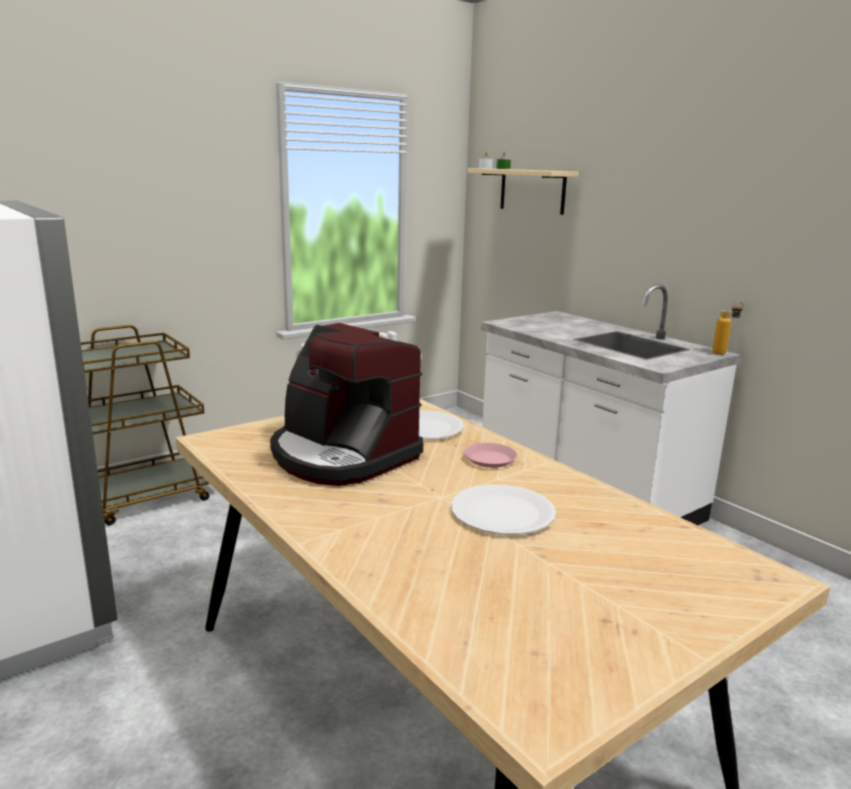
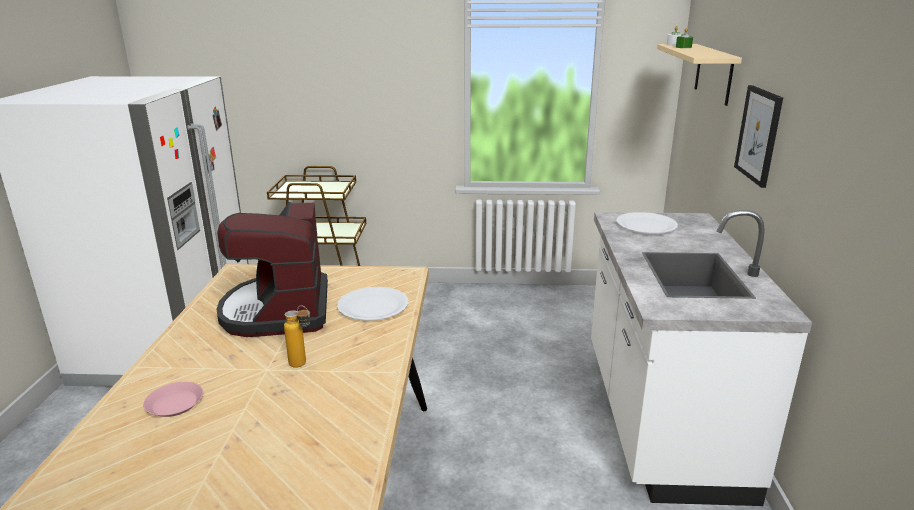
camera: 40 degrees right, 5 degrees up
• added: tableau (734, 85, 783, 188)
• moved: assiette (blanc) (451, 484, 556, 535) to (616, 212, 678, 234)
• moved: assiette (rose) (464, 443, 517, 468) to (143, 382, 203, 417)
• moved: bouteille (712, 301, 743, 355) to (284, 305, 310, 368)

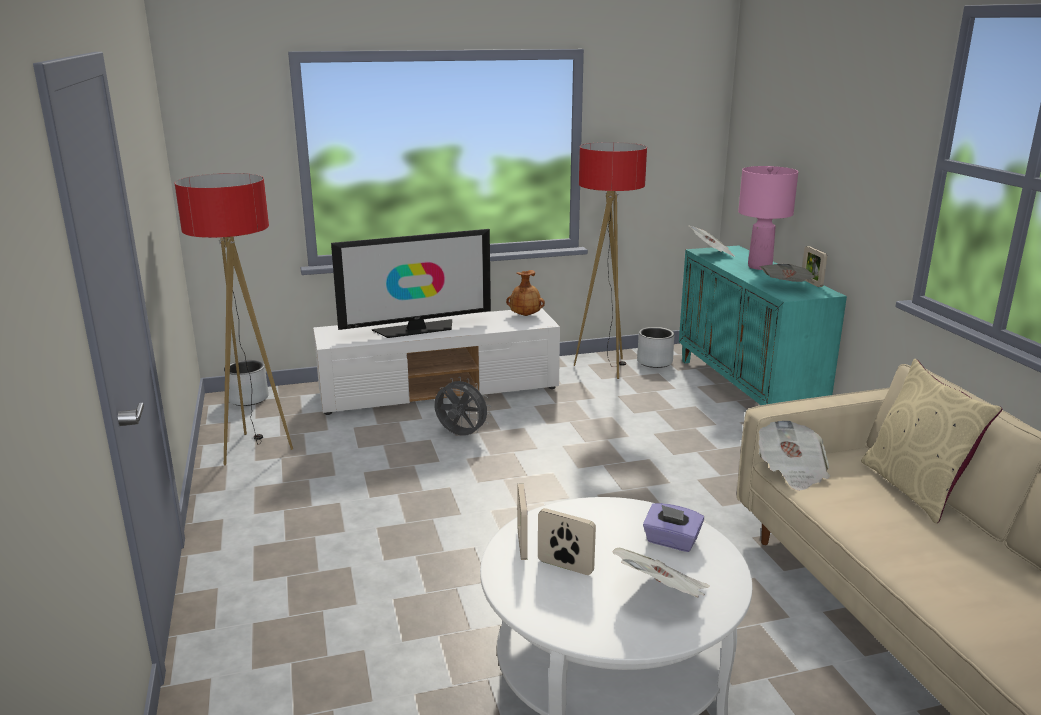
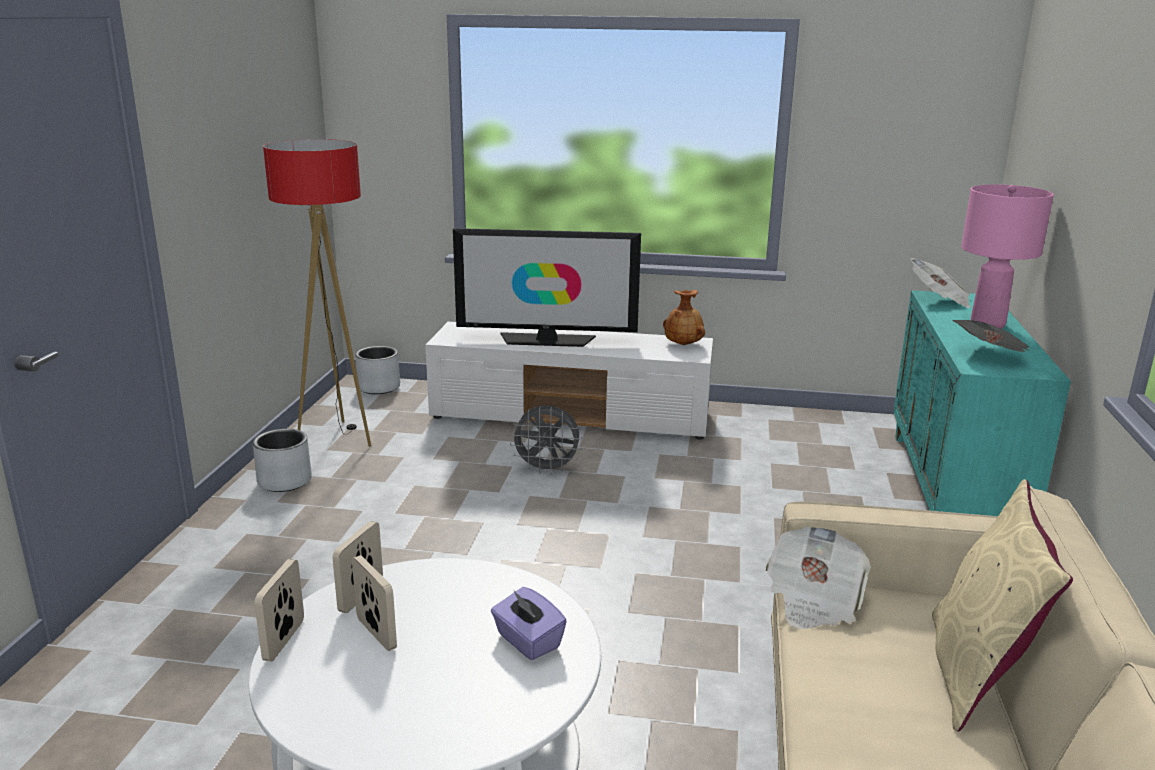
camera: 25 degrees right, 0 degrees up
• removed: lampadaire (574, 142, 647, 379)
• removed: journal (612, 548, 710, 598)
• moved: cache-pot (gris) (637, 327, 675, 368) to (253, 429, 312, 492)
• moved: cadre photo (802, 246, 827, 287) to (254, 559, 304, 662)
• turned: ventilateur (gris) (434, 377, 491, 436) = (510, 405, 582, 474) 135 degrees clockwise

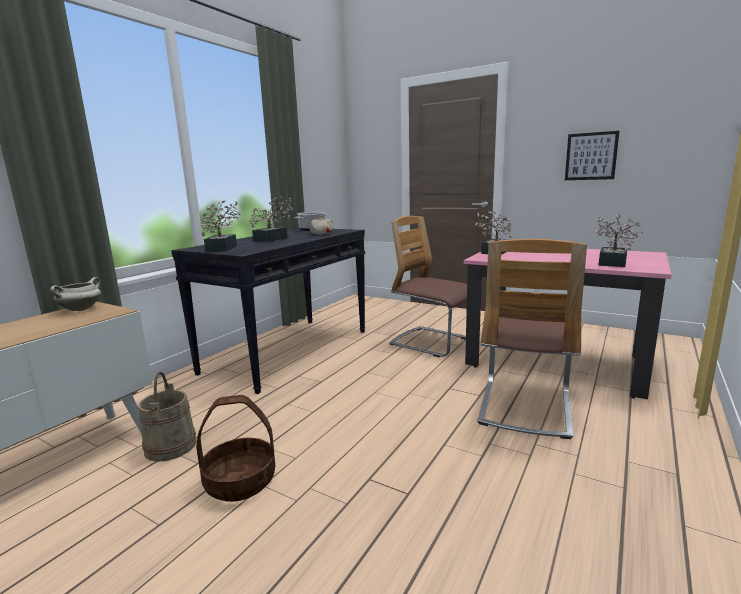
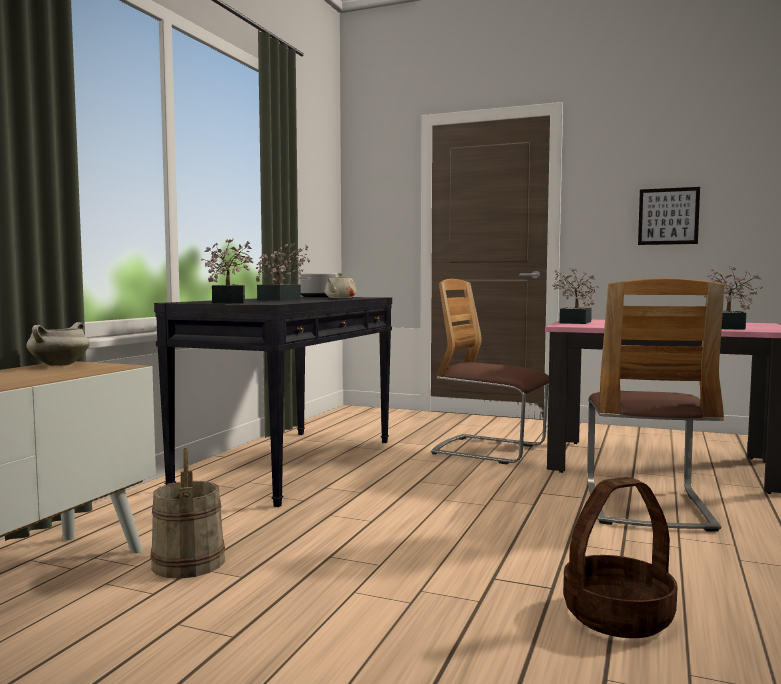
camera: 10 degrees left, 10 degrees down
• moved: panier (196, 395, 275, 502) to (563, 477, 678, 638)

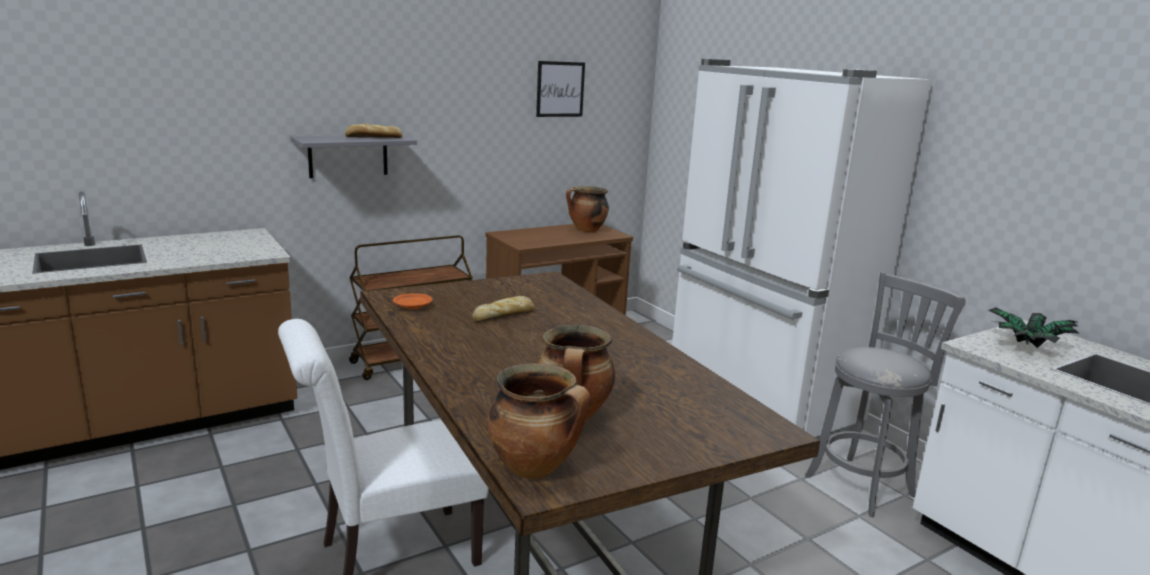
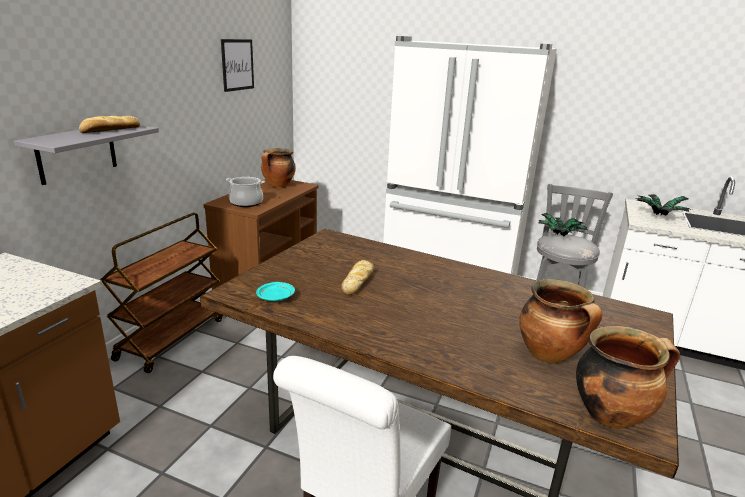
camera: 35 degrees left, 5 degrees up
• added: marmite (226, 177, 265, 207)
• added: plante en pot (539, 213, 588, 237)
• recoloured: assiette (orange) (393, 294, 433, 309) to assiette (turquoise) (256, 282, 295, 301)

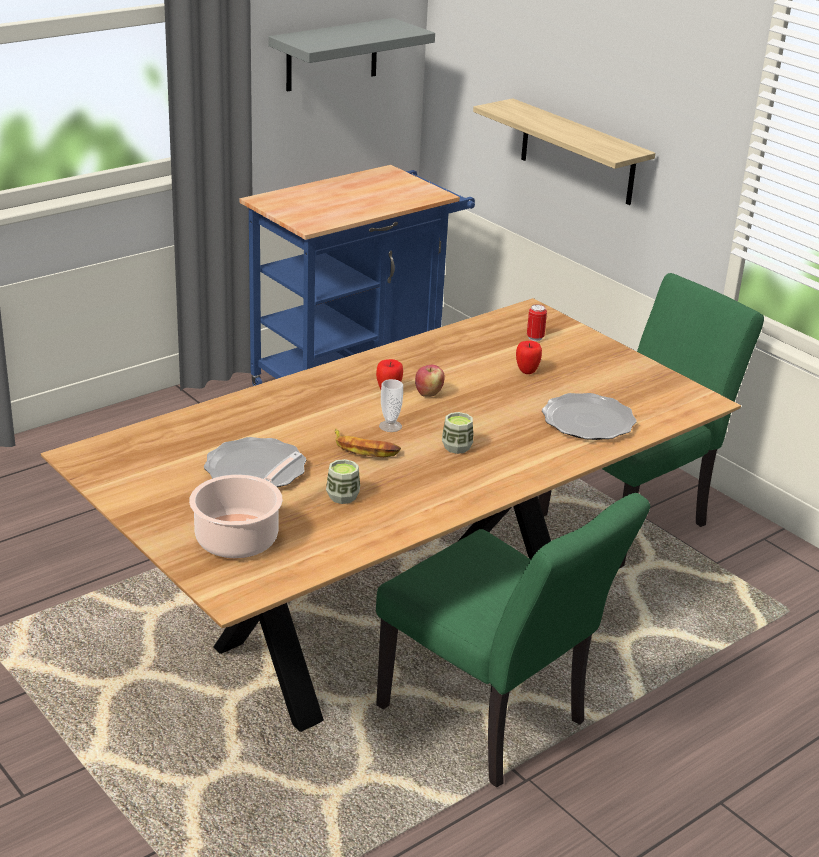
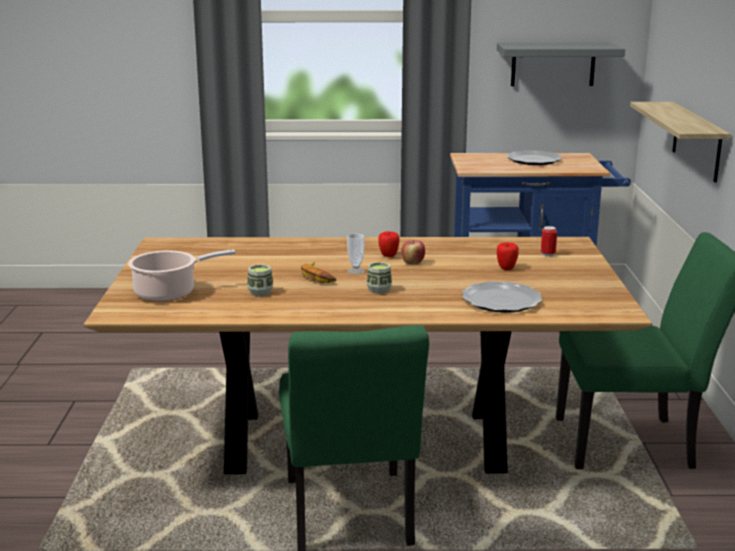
camera: 40 degrees right, 10 degrees down
• moved: assiette (204, 437, 306, 487) to (507, 150, 561, 165)

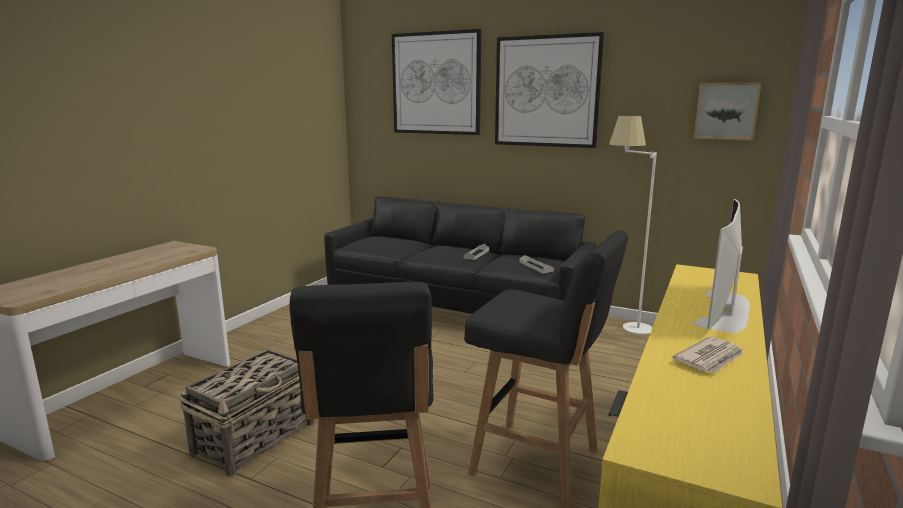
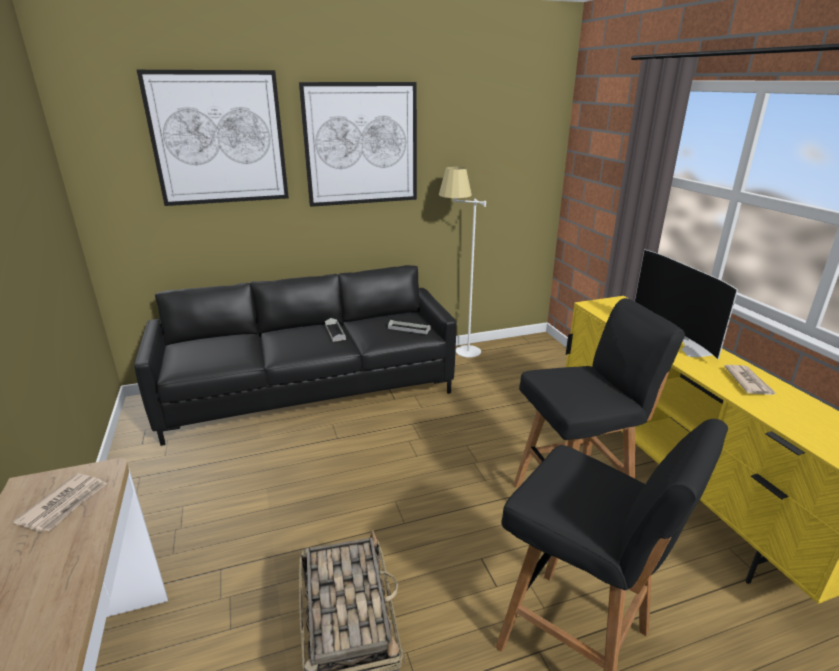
camera: 45 degrees left, 10 degrees up
• removed: tableau (693, 82, 762, 140)
• added: journal (13, 473, 107, 532)

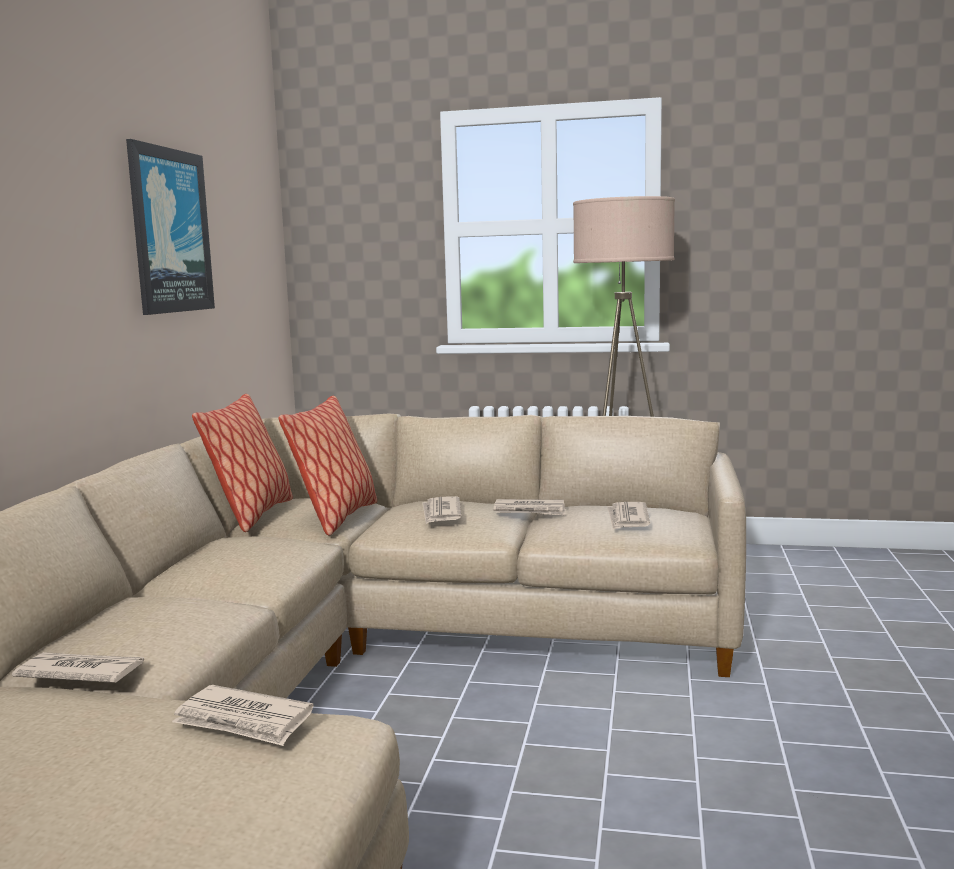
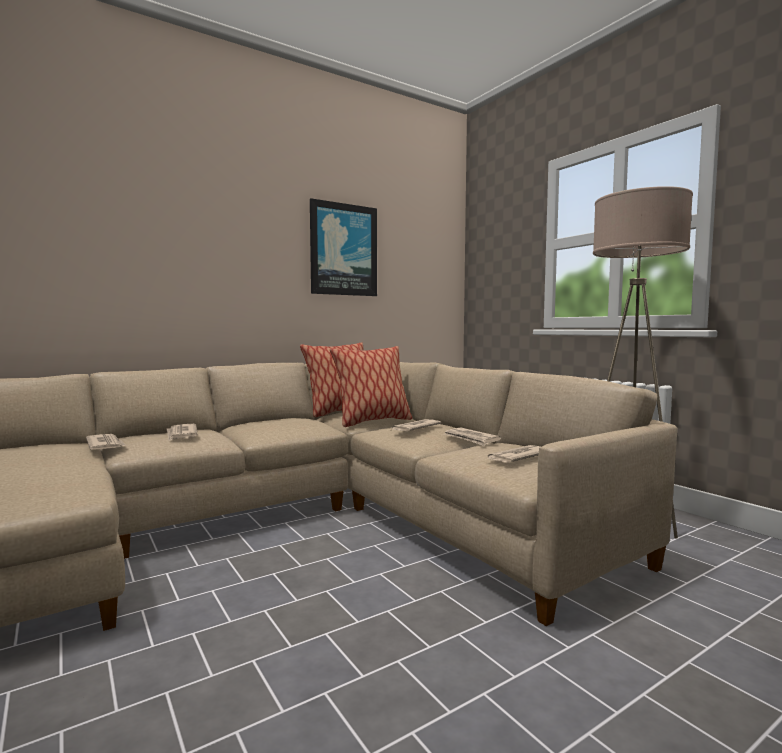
camera: 45 degrees right, 5 degrees down
• moved: journal (172, 685, 314, 746) to (167, 424, 198, 441)

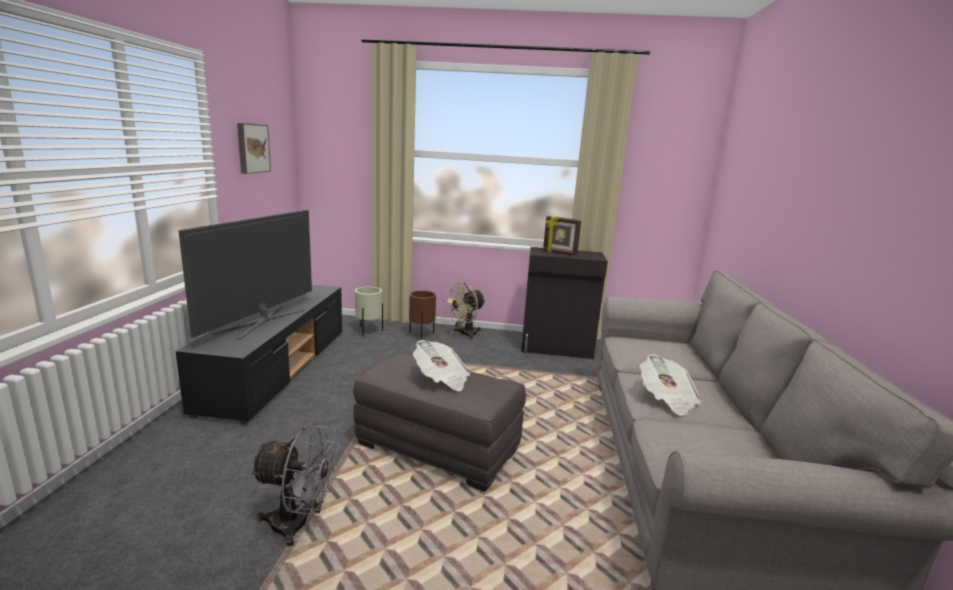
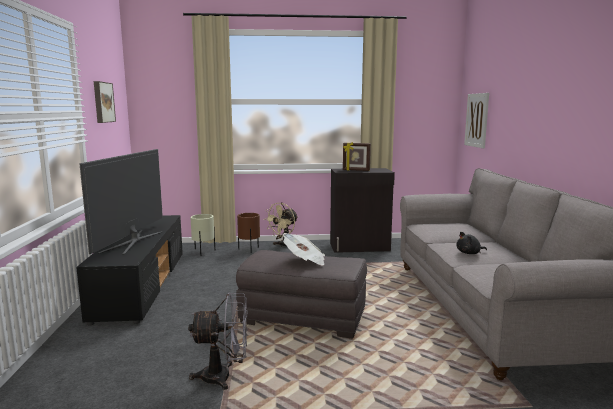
camera: 10 degrees left, 5 degrees down
• added: tableau (464, 93, 489, 148)
• replaced: journal (640, 354, 701, 416) to peluche (noir) (456, 232, 487, 254)

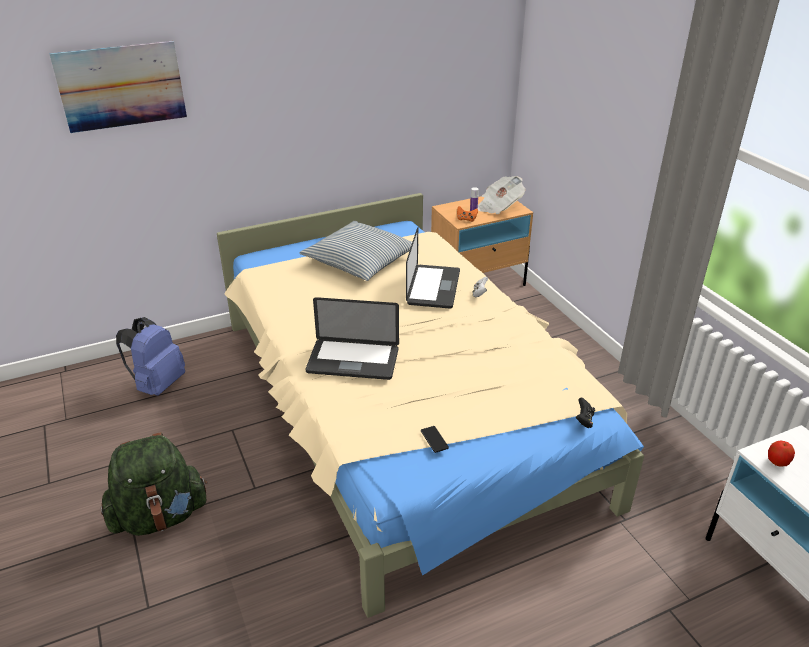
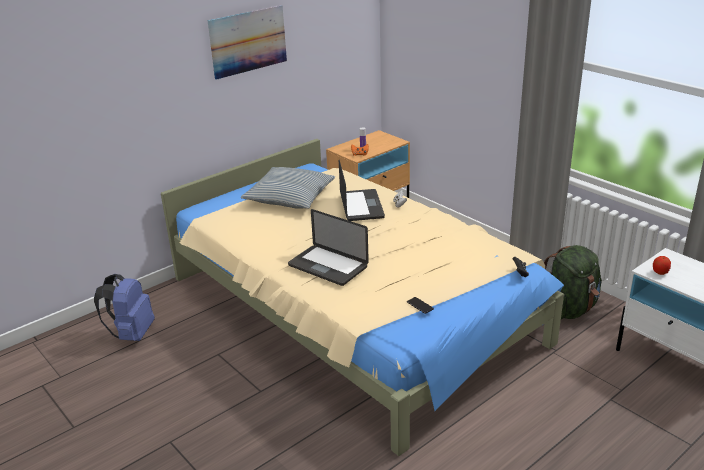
camera: 15 degrees left, 5 degrees down
• removed: journal (478, 176, 526, 214)
• moved: tableau (49, 41, 187, 133) to (207, 5, 287, 80)
• moved: sac à dos (vert) (101, 432, 207, 536) to (544, 245, 602, 319)
• turned: ordinateur portable (306, 297, 399, 380) = (288, 209, 369, 286) 45 degrees clockwise

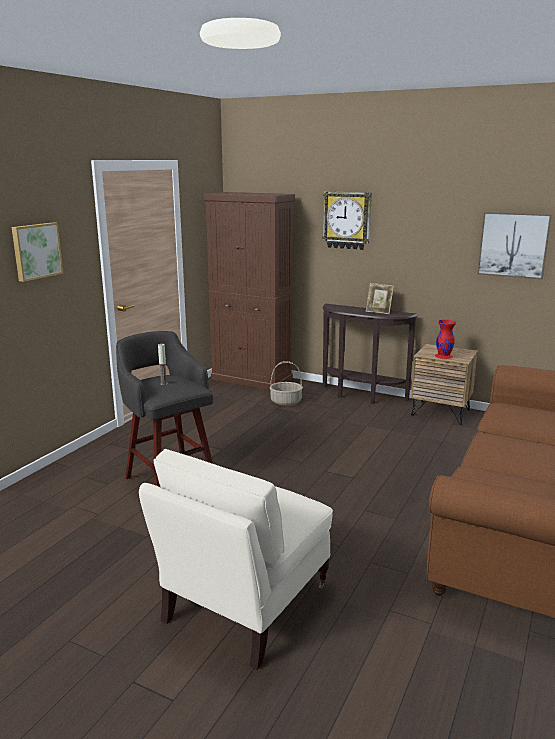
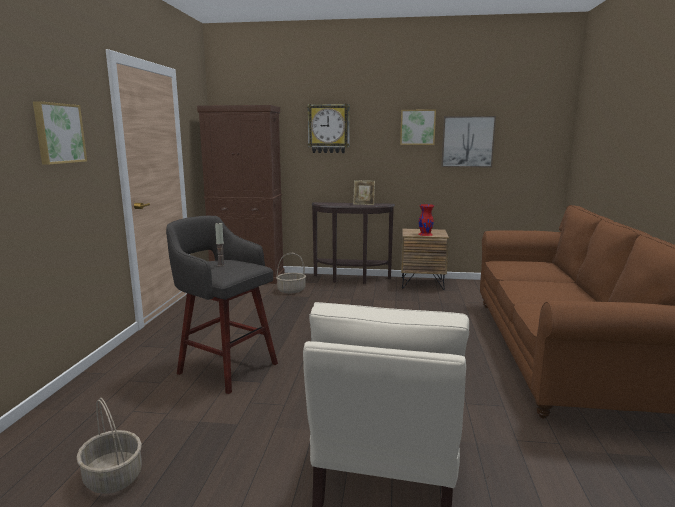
camera: 20 degrees left, 5 degrees down
• added: panier (76, 398, 142, 494)
• added: tableau (400, 109, 436, 145)

